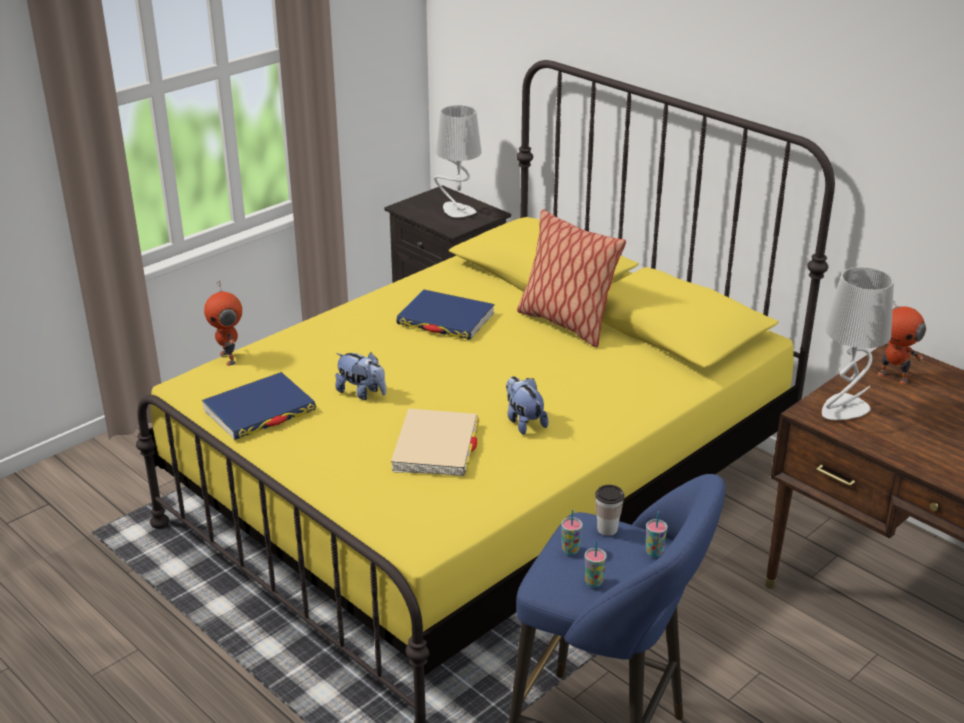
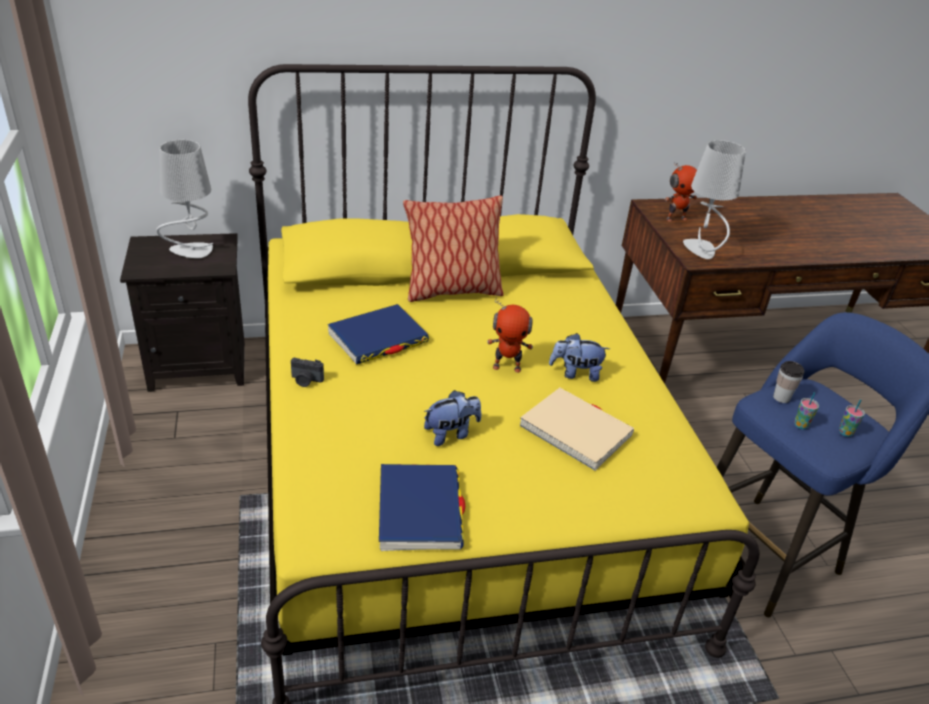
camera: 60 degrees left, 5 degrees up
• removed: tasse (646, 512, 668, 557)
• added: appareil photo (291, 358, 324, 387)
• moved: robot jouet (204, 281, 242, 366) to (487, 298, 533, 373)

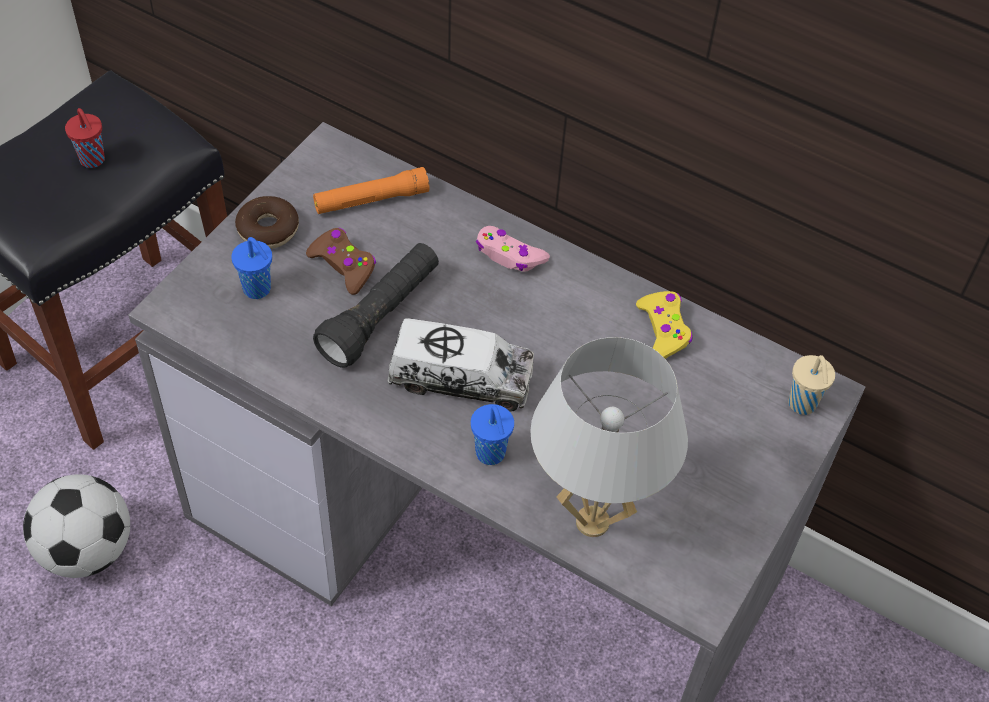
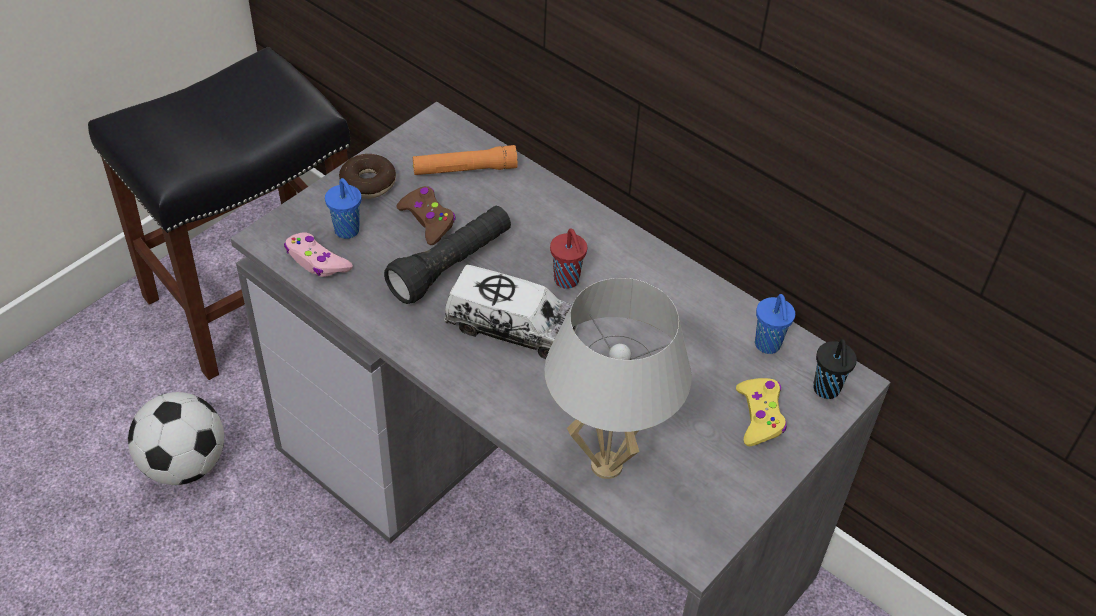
camera: 10 degrees right, 5 degrees down
• moved: tasse (rouge) (65, 108, 105, 168) to (550, 228, 587, 289)
• moved: tasse (bleu) (471, 404, 514, 465) to (755, 294, 795, 354)
• moved: manette (rose) (476, 226, 550, 272) to (284, 233, 353, 277)
• moved: manette (jaune) (636, 291, 692, 359) to (736, 378, 787, 446)
• recoloured: tasse (beige) (788, 355, 835, 415) to tasse (noir) (813, 339, 857, 399)

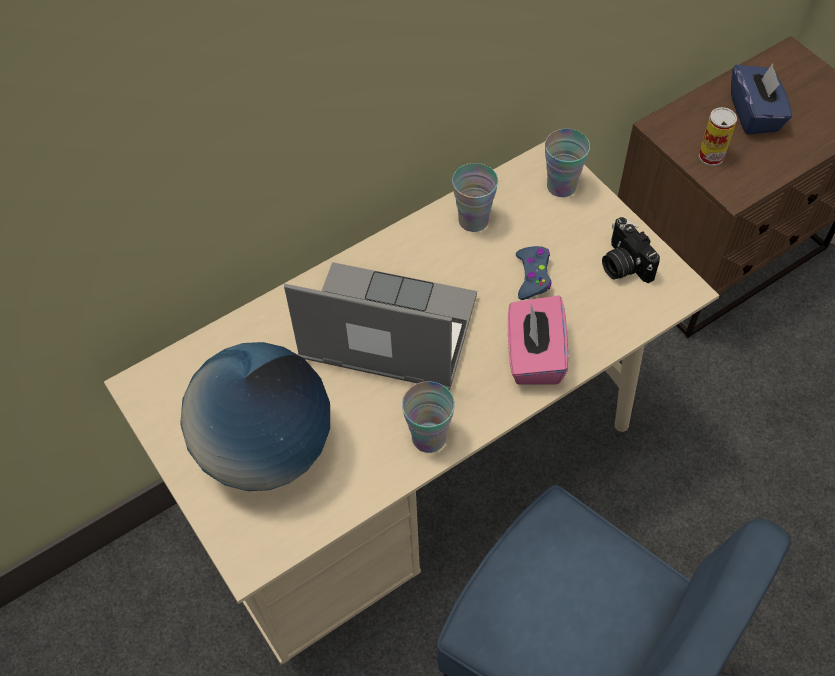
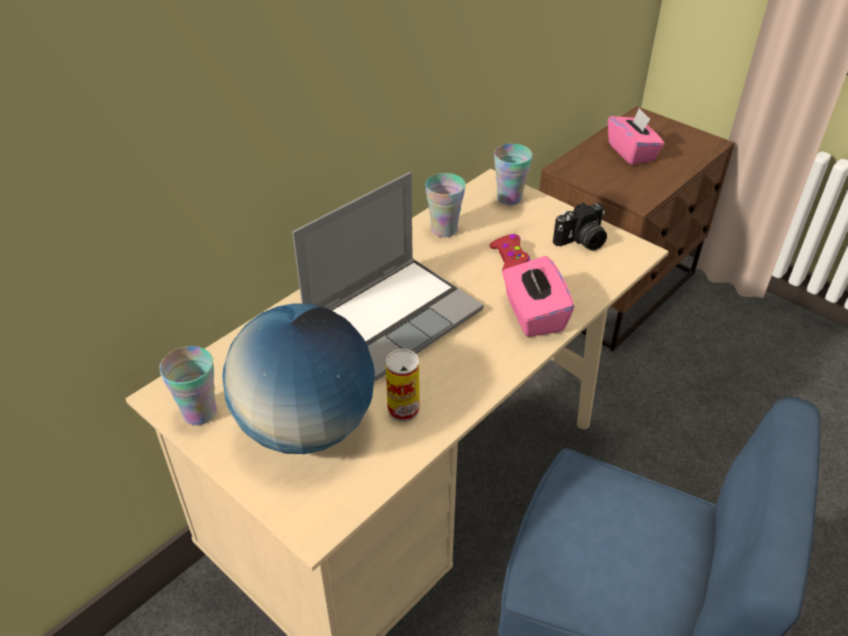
camera: 15 degrees left, 15 degrees down
• moved: tasse (402, 381, 455, 453) to (159, 346, 217, 425)
• moved: boîte métallique (699, 107, 737, 166) to (386, 349, 420, 422)
• recoloured: manette (bleu) (516, 246, 551, 300) to manette (rouge) (489, 234, 530, 271)
• recoloured: boîte à mouchoirs (bleu) (731, 64, 792, 134) to boîte à mouchoirs (rose) (608, 108, 664, 165)
• turned: ordinateur portable (284, 262, 477, 390) = (292, 172, 484, 381) 135 degrees clockwise
• turned: appareil photo (602, 217, 660, 283) = (553, 202, 607, 251) 75 degrees counterclockwise

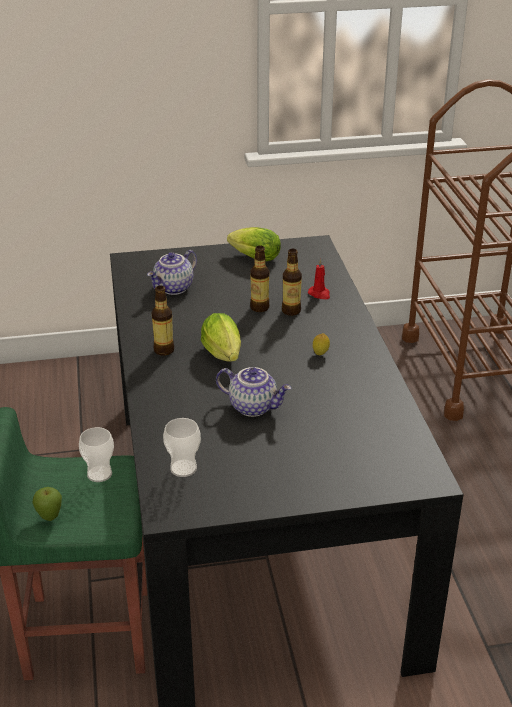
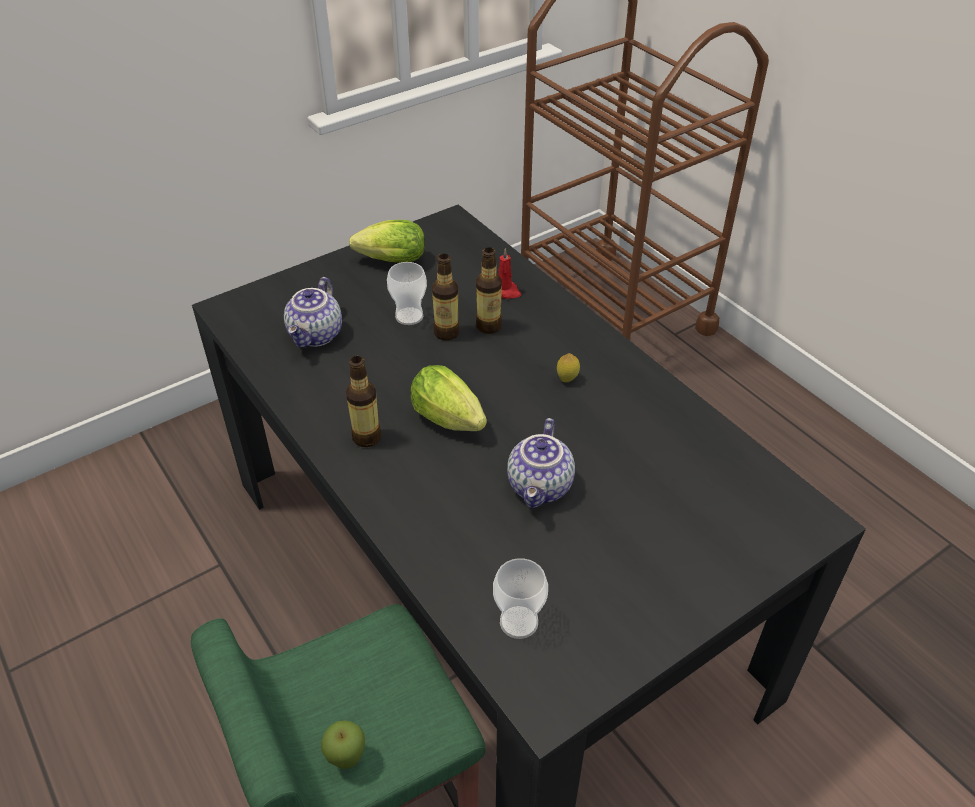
camera: 25 degrees left, 10 degrees up
• moved: tasse (79, 427, 114, 482) to (387, 262, 427, 325)
• turned: théière (216, 367, 292, 417) = (507, 418, 575, 508) 105 degrees clockwise

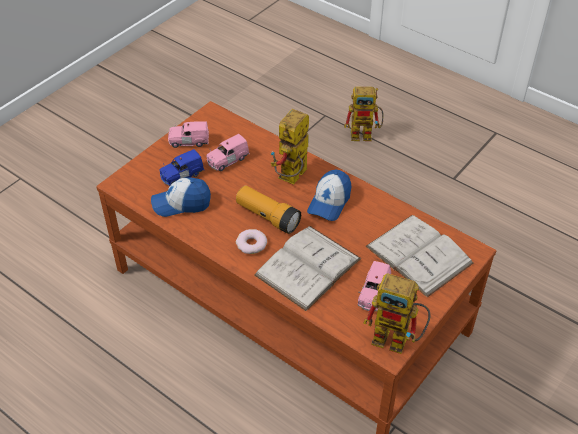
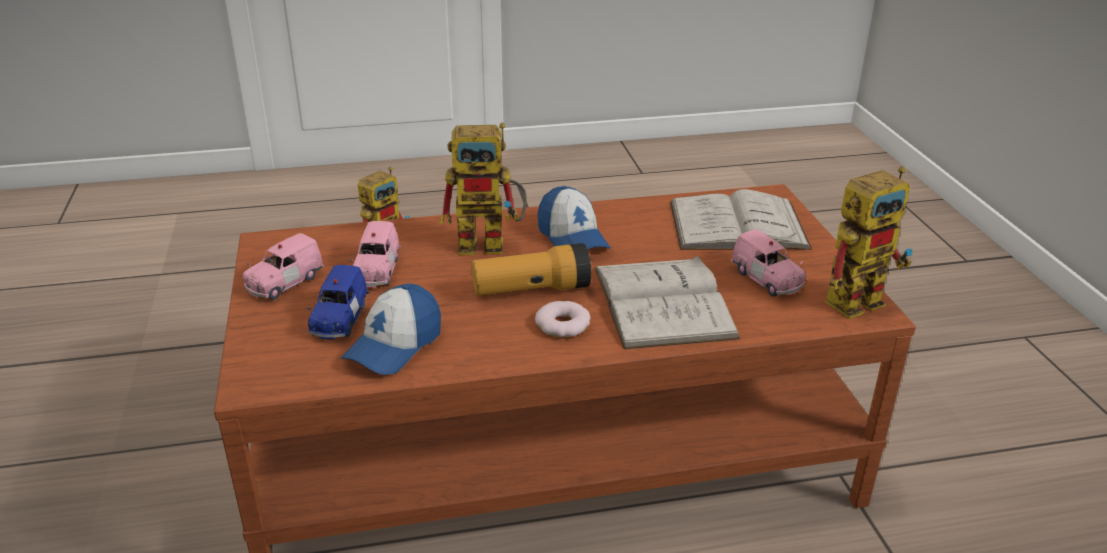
camera: 50 degrees left, 15 degrees down
• turned: robot jouet (271, 109, 309, 185) = (440, 123, 527, 255) 75 degrees counterclockwise

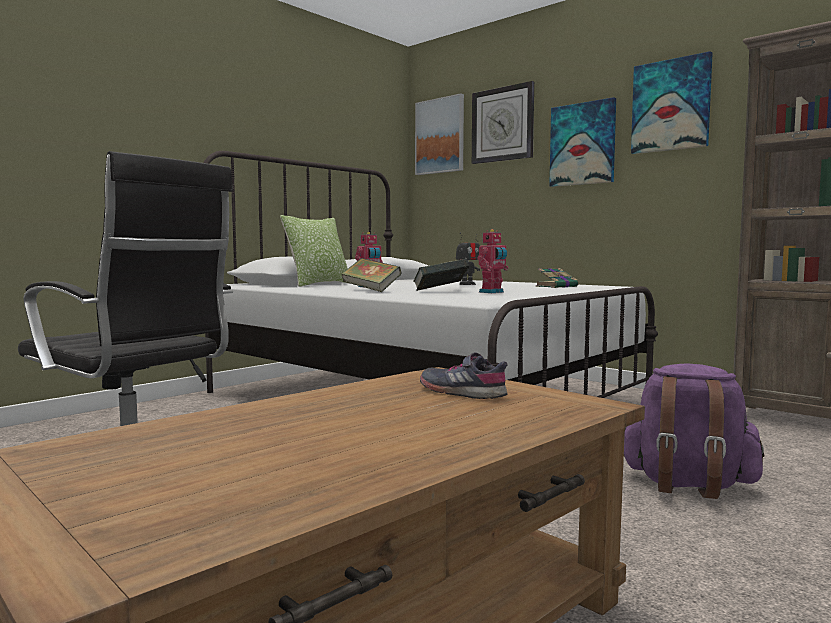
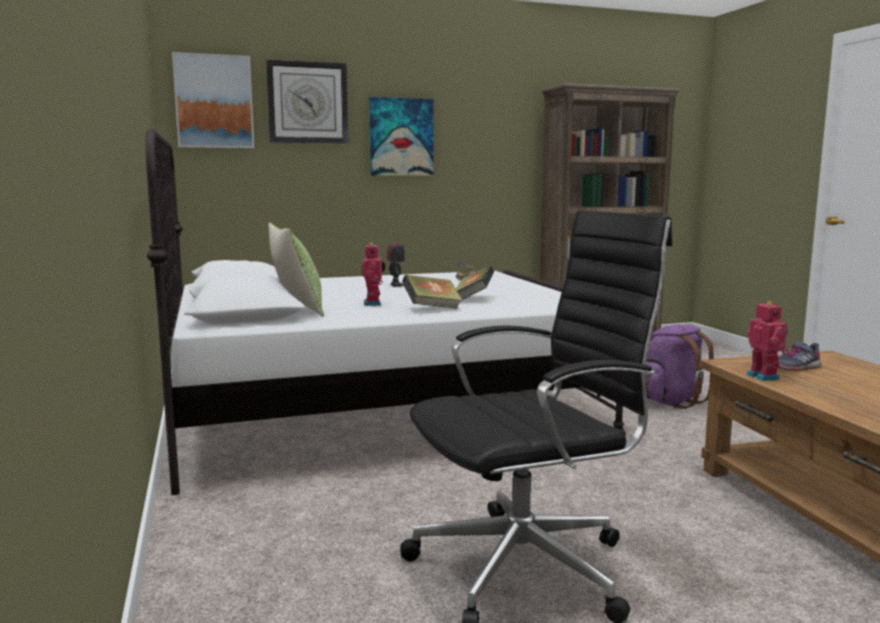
camera: 60 degrees left, 5 degrees up
• removed: tableau (631, 51, 713, 154)
• moved: robot jouet (478, 229, 508, 293) to (746, 301, 789, 381)

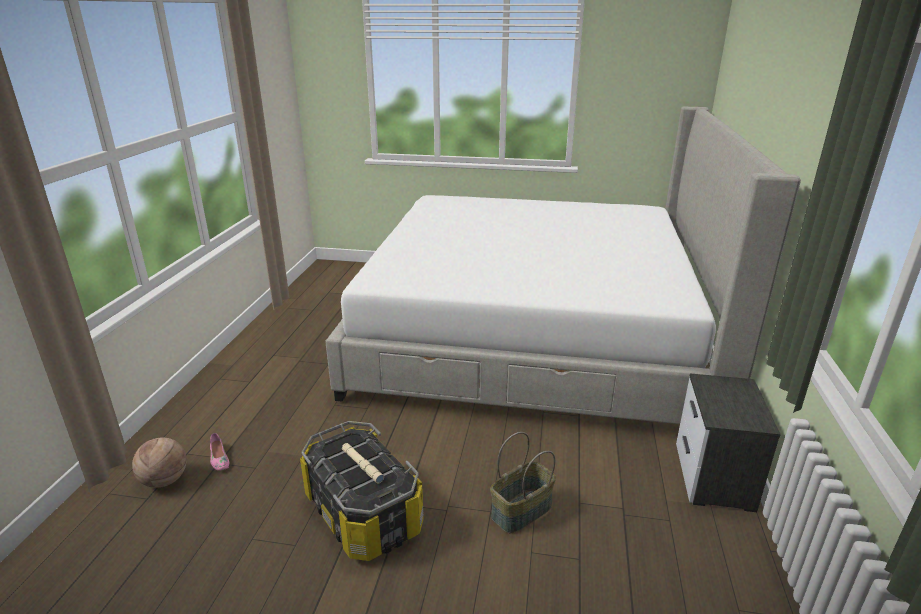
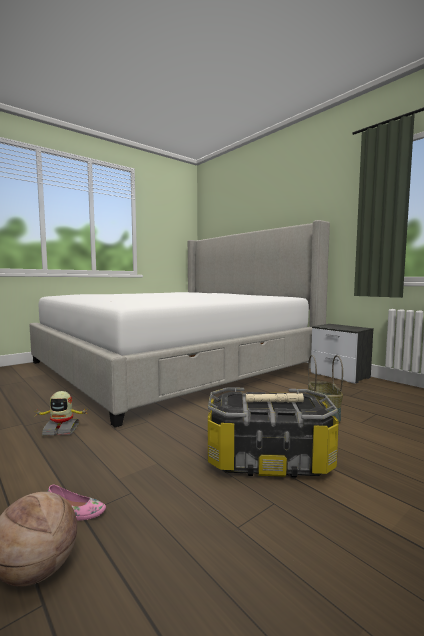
camera: 50 degrees left, 20 degrees down
• added: robot jouet (34, 391, 87, 436)

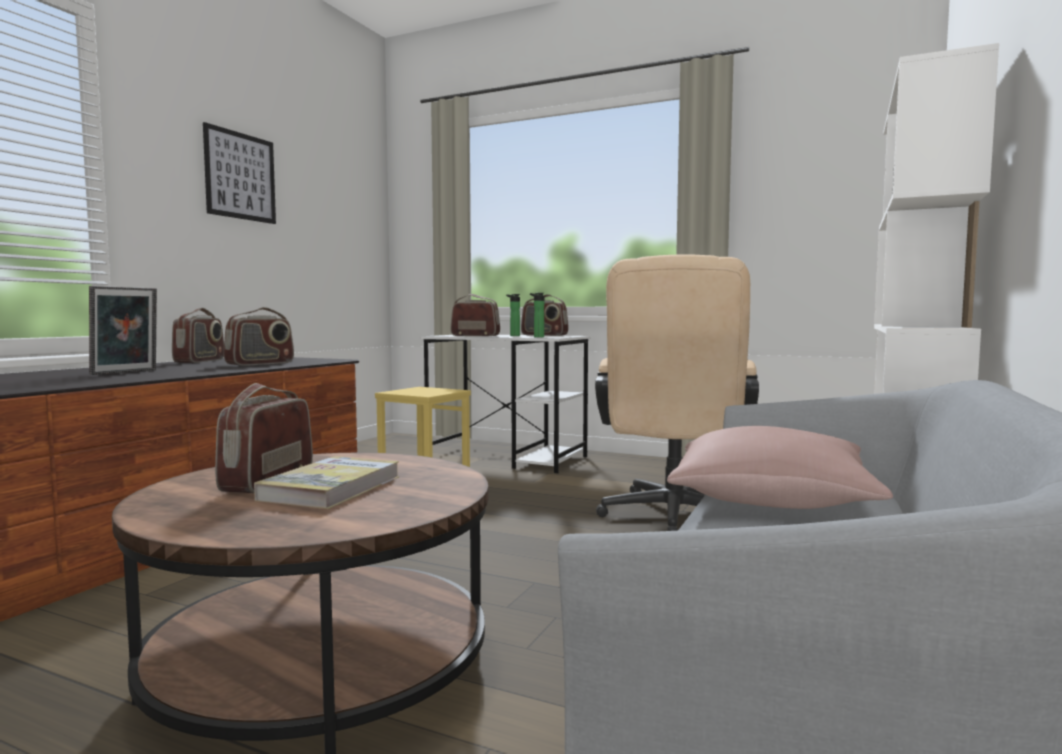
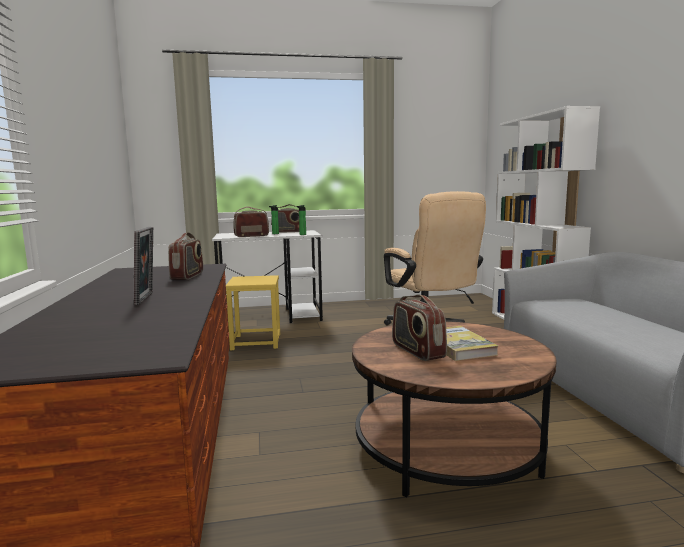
camera: 35 degrees left, 5 degrees up
• removed: radio (172, 308, 224, 363)
• removed: tableau (203, 122, 276, 224)
• removed: coussin (rose) (667, 426, 893, 509)

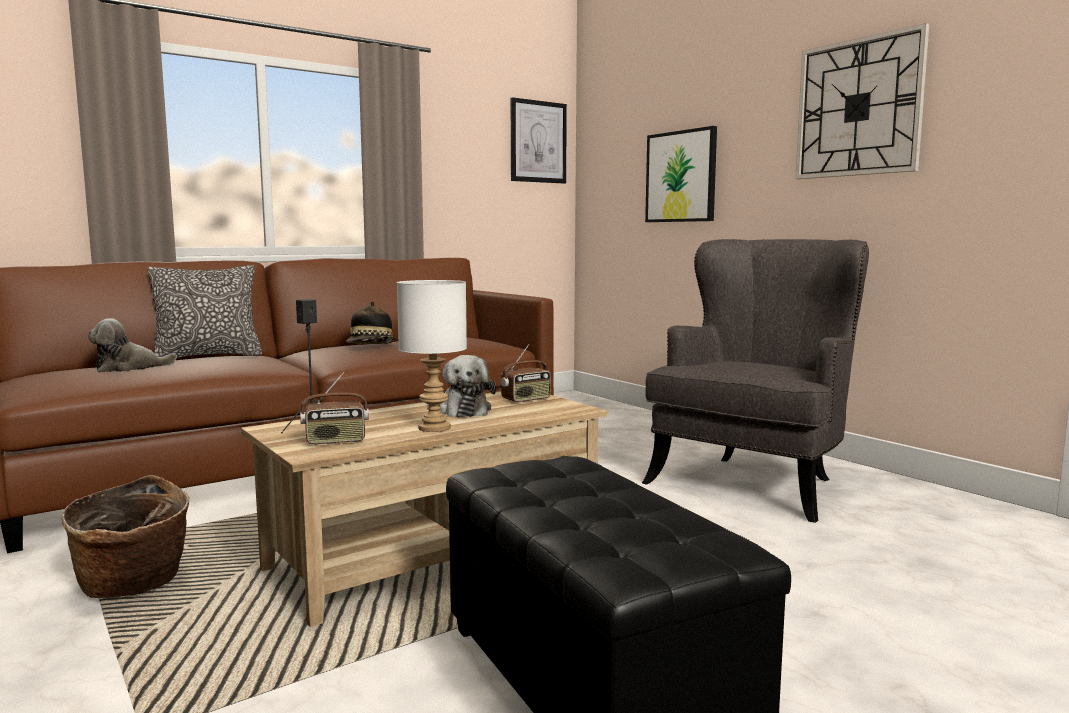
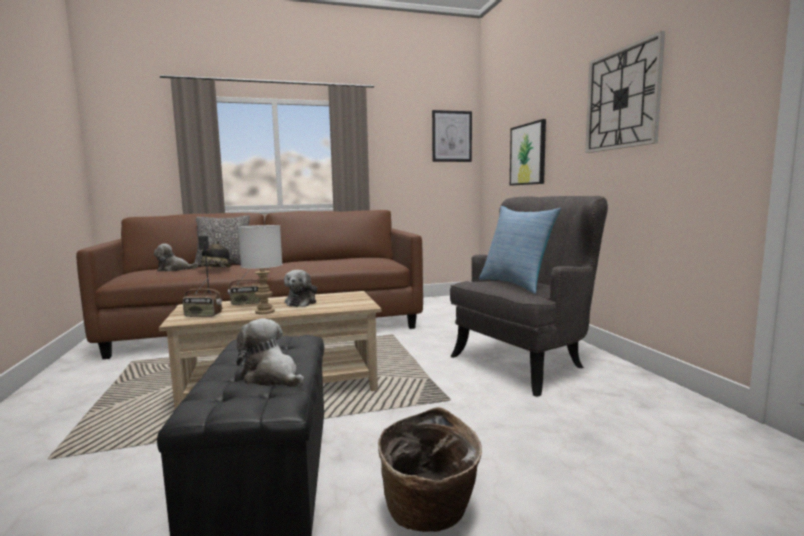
camera: 20 degrees right, 0 degrees up
• added: peluche (236, 318, 304, 388)
• added: coussin (479, 206, 561, 294)
• moved: panier (61, 475, 189, 598) to (378, 407, 482, 532)
• moved: chapeau (346, 301, 396, 344) to (198, 241, 232, 268)
• moved: radio (501, 344, 551, 403) to (228, 269, 261, 305)

